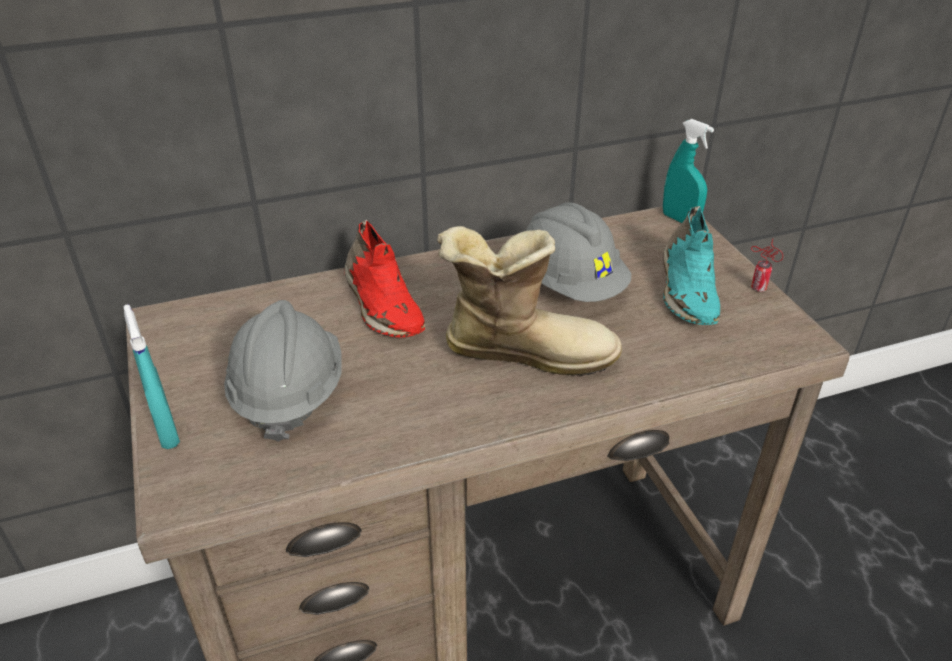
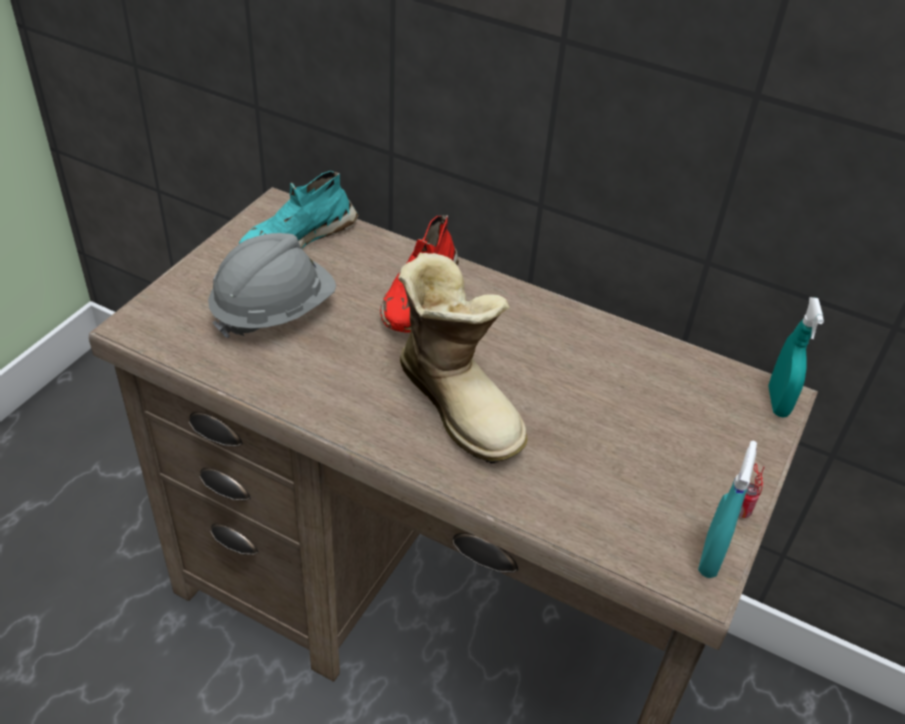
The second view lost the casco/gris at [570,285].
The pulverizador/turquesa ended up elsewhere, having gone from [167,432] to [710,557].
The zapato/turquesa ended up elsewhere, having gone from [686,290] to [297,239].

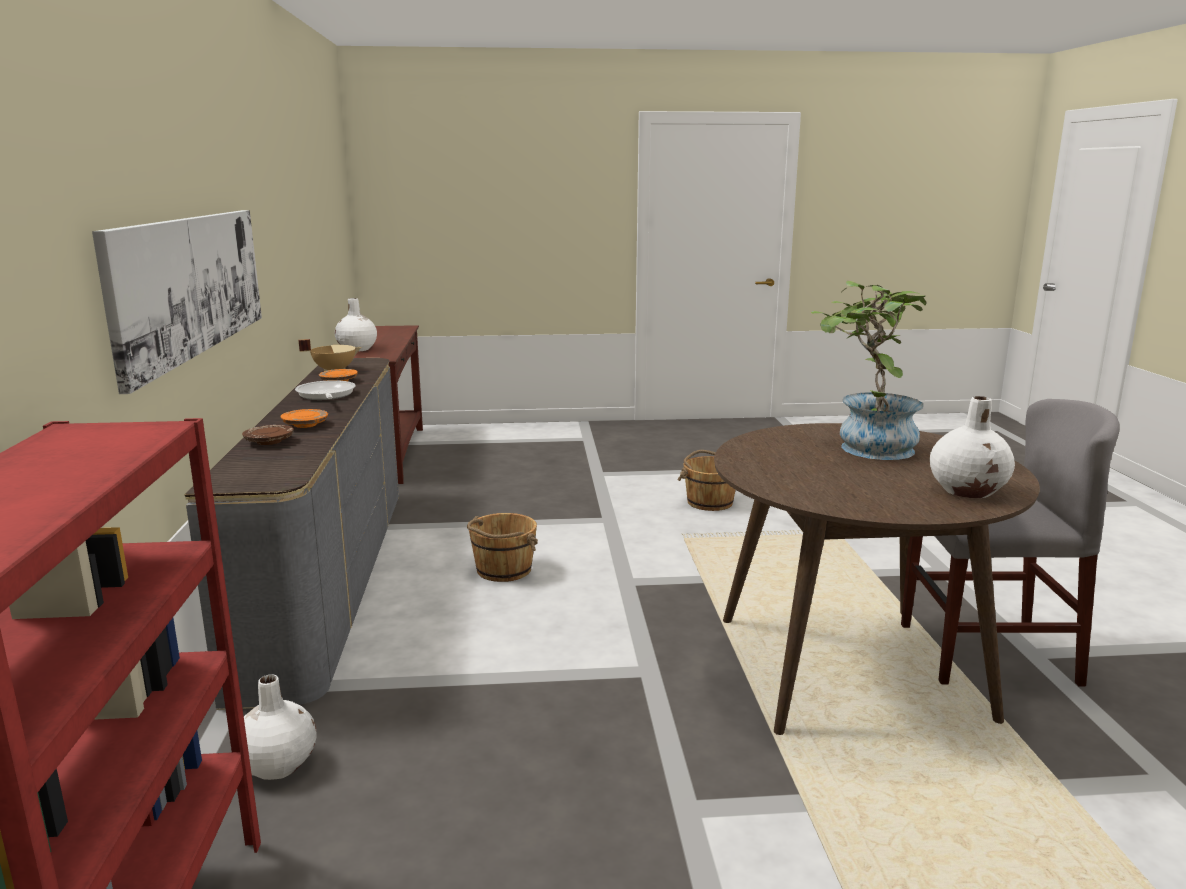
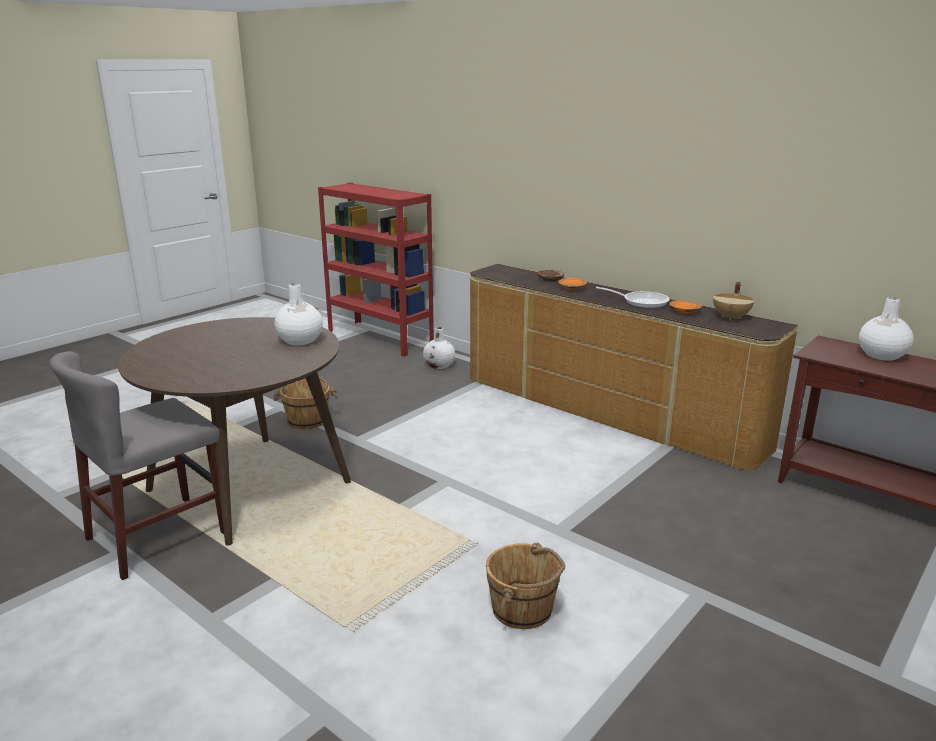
The second view lost the cuadro at [191,285].
The second view lost the planta en maceta at [865,447].
The cubo/marrón ended up elsewhere, having gone from [503,570] to [307,420].
The florero/blanco ended up elsewhere, having gone from [968,490] to [299,340].
What was the armario/gris at [331,573] turned into the armario/marrón at [604,411].

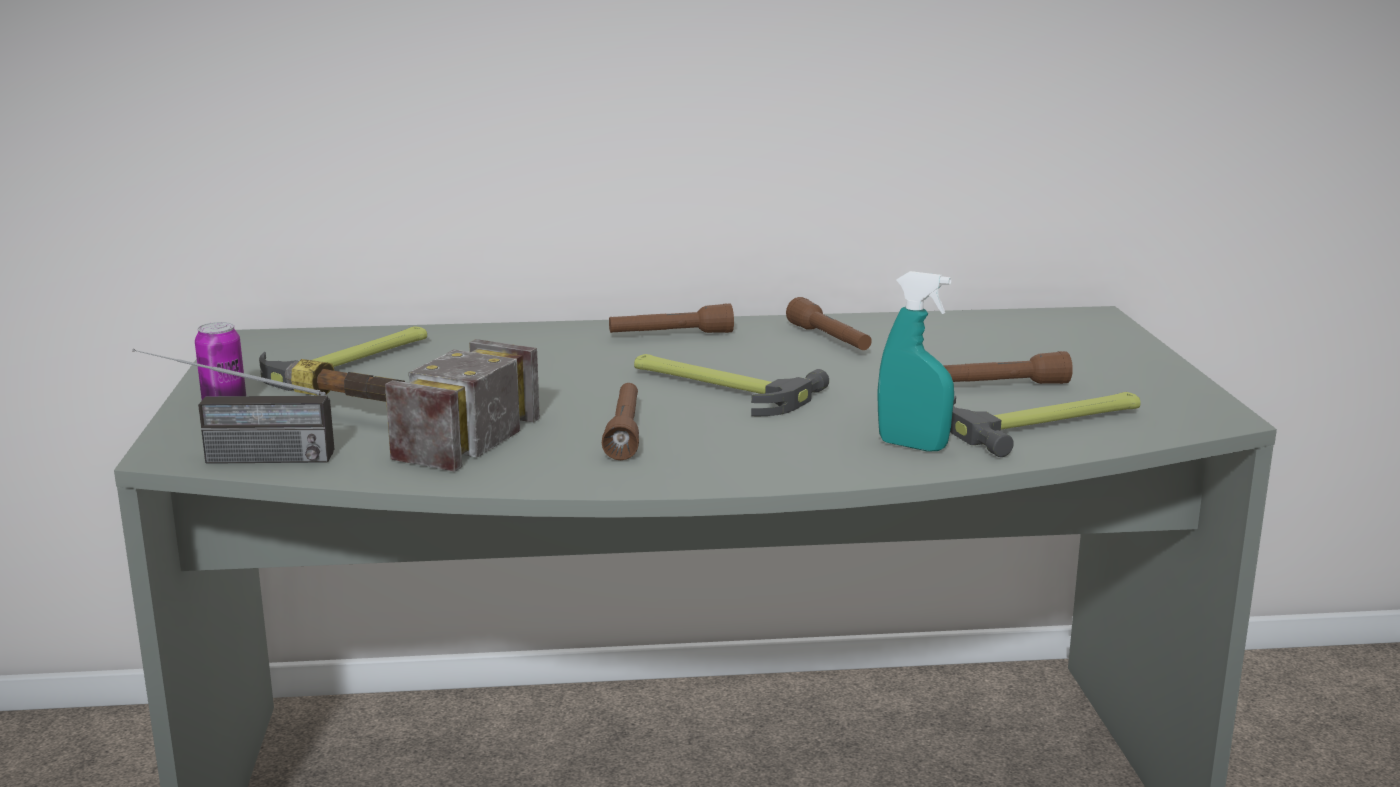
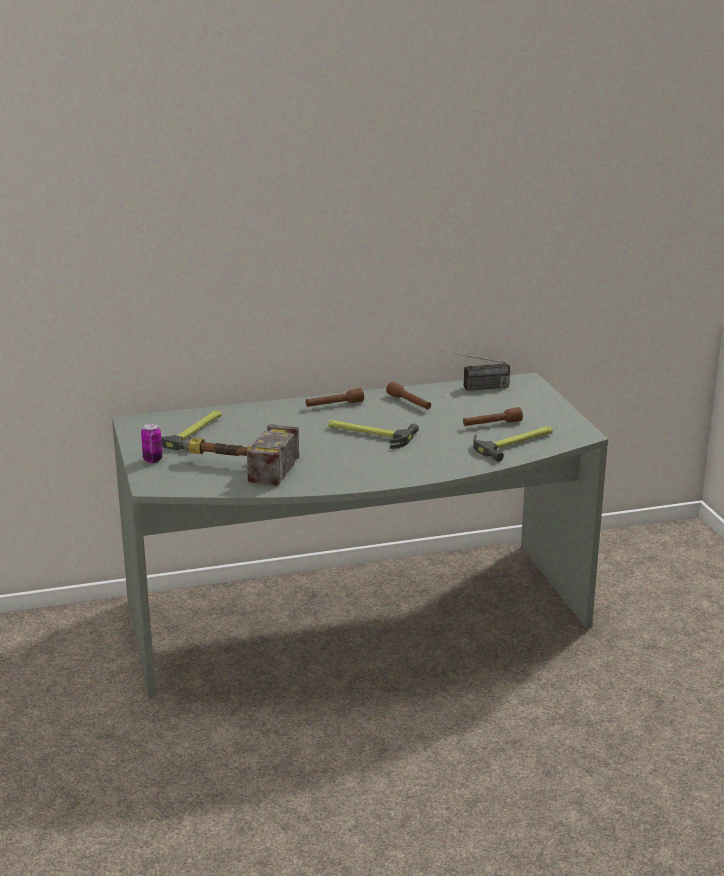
The second view lost the linterna/marrón at [624,432].
The second view lost the pulverizador/turquesa at [912,446].
The radio ended up elsewhere, having gone from [236,459] to [475,388].

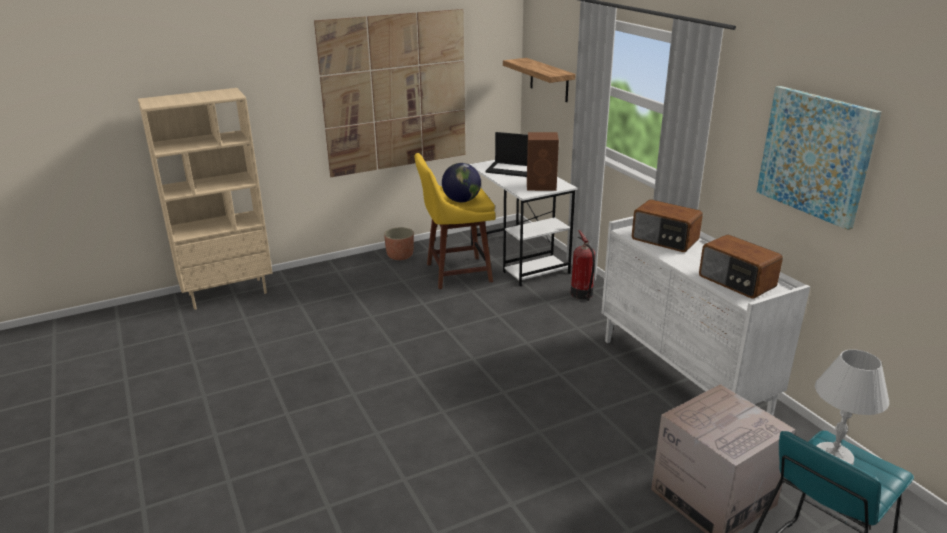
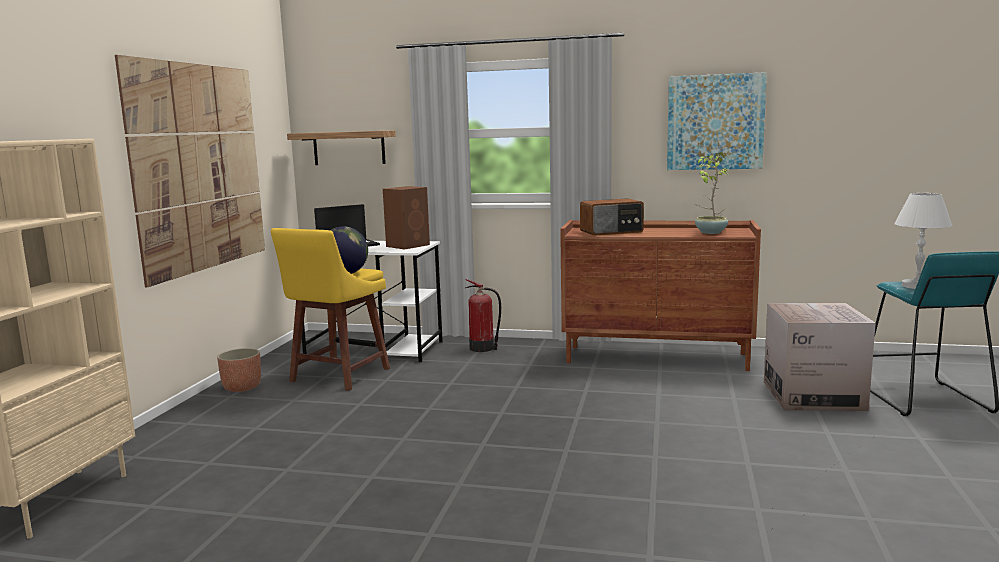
Where the radio stood at [736,282], the planta en maceta came to stand at [710,232].
What was the armario/blanco at [682,378] turned into the armario/marrón at [657,358].

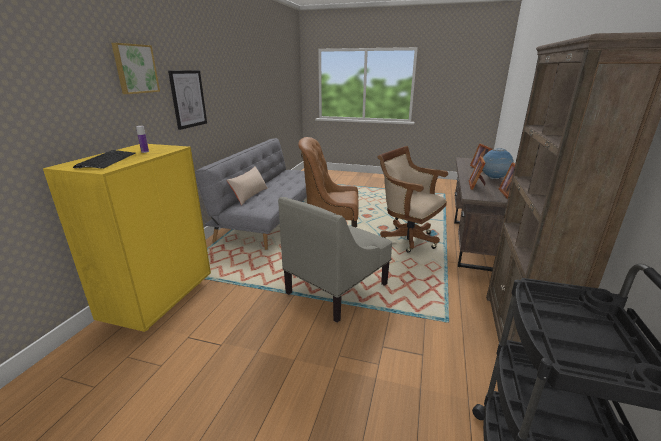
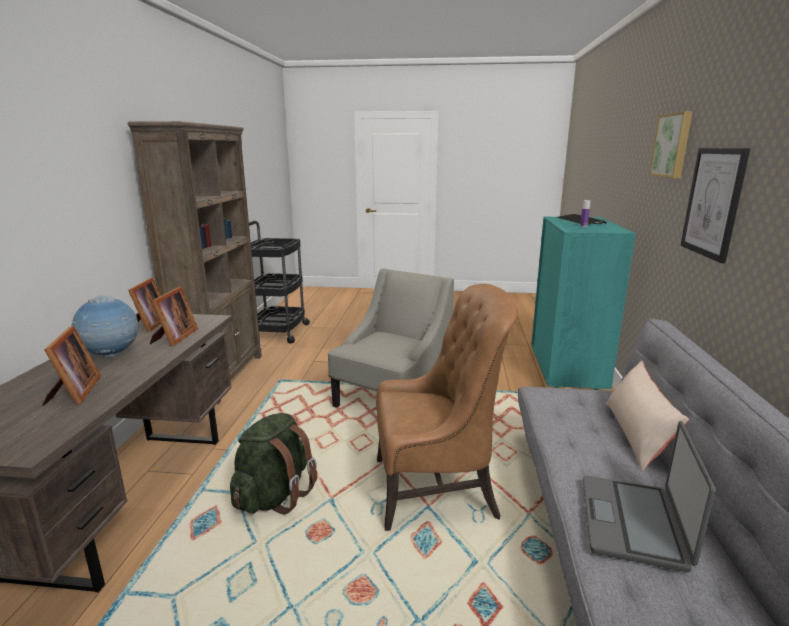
The second view gained the portátil at [633,522].
Where the silla de oficina stood at [406,239], the mochila/verde came to stand at [274,496].
What was the armario/amarillo at [159,300] turned into the armario/turquesa at [567,372].

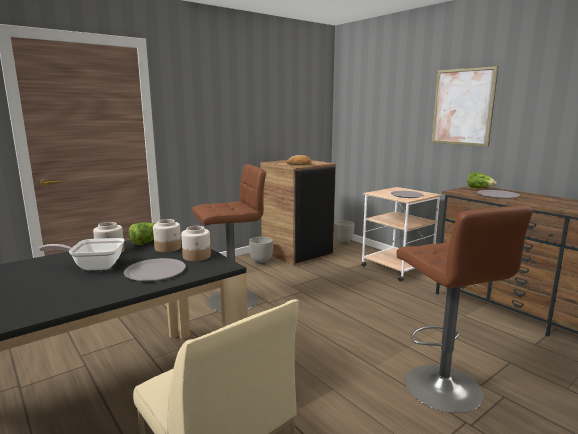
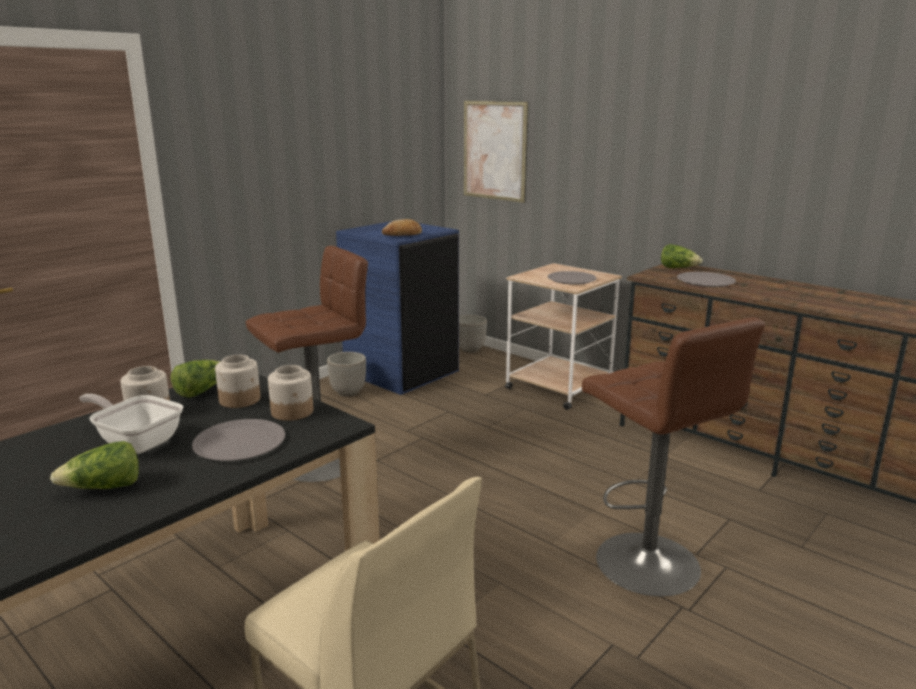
The second view gained the lechuga at [104,488].
The cuadro ended up elsewhere, having gone from [462,107] to [494,151].
What was the armario/marrón at [297,252] turned into the armario/azul at [402,372].
The sartén at [94,266] ended up facing another way, 45 degrees clockwise from before.

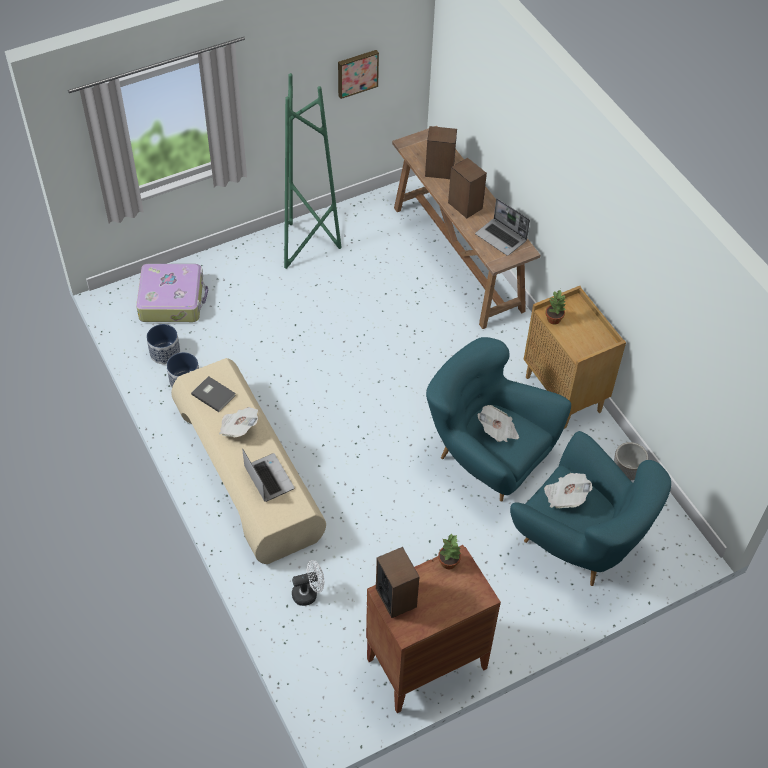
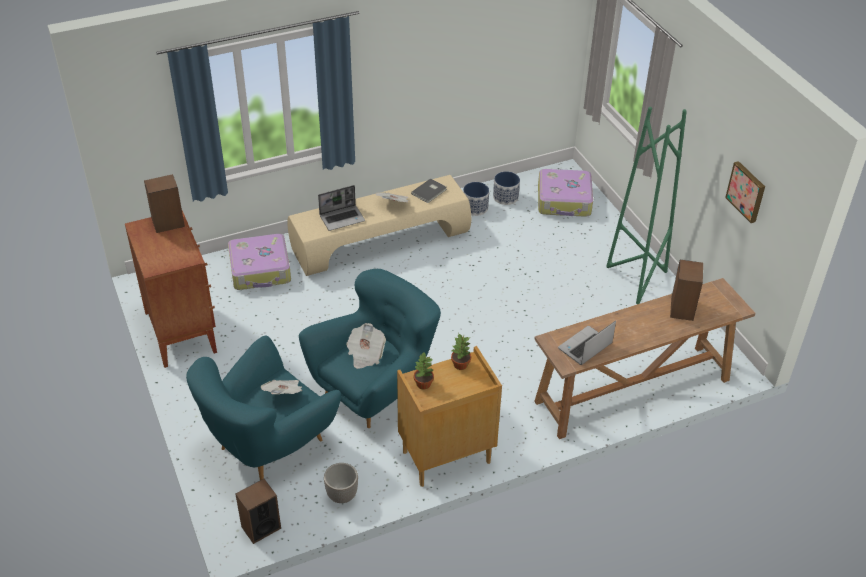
The planta en maceta ended up elsewhere, having gone from [449,562] to [423,384].
The altavoz ended up elsewhere, having gone from [465,206] to [261,527].
Where the ventilador/blanco stood at [308,593], the maleta came to stand at [261,270].

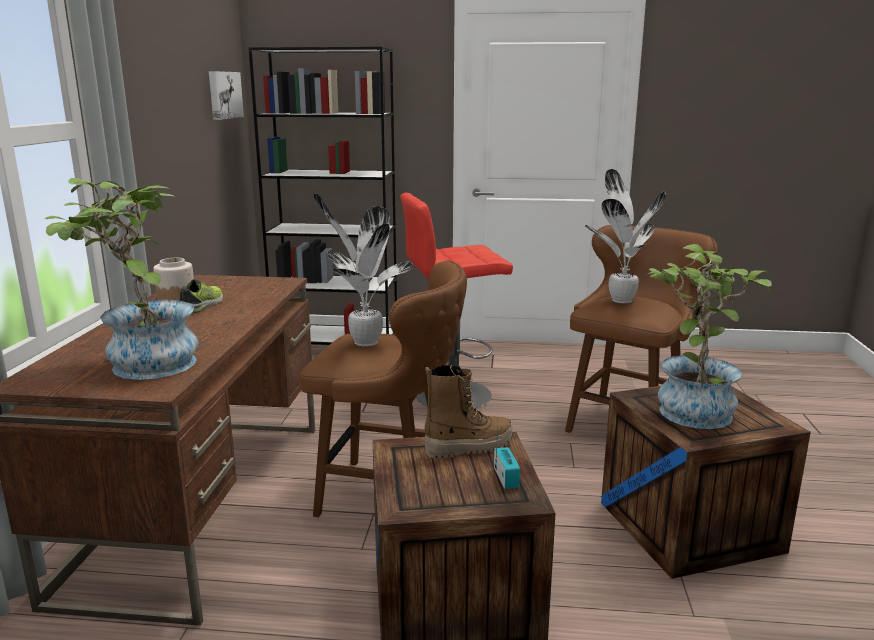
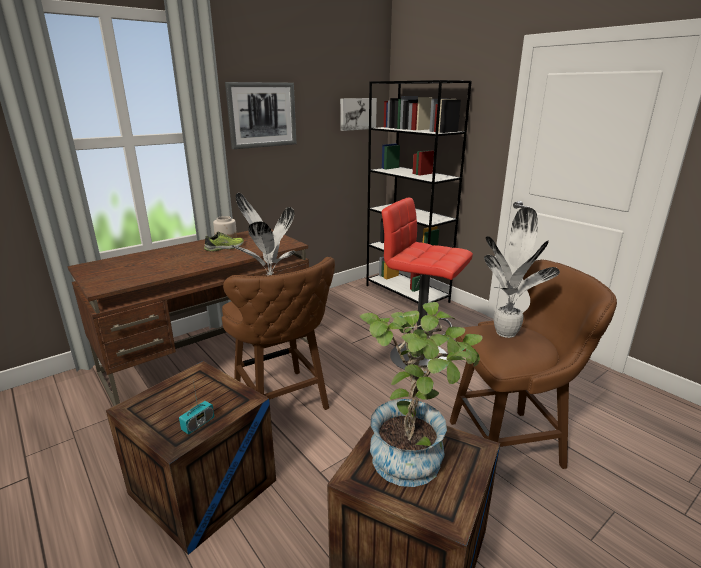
The second view lost the planta en maceta at [140,364].
The second view lost the bota at [469,447].
The second view gained the cuadro at [262,115].

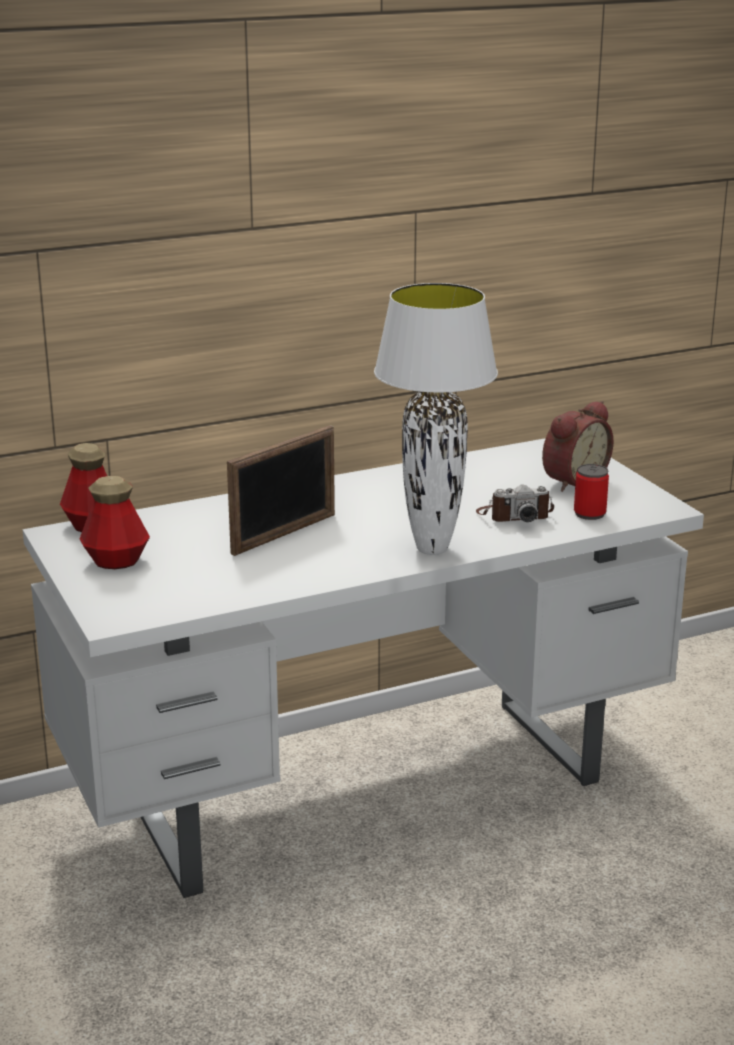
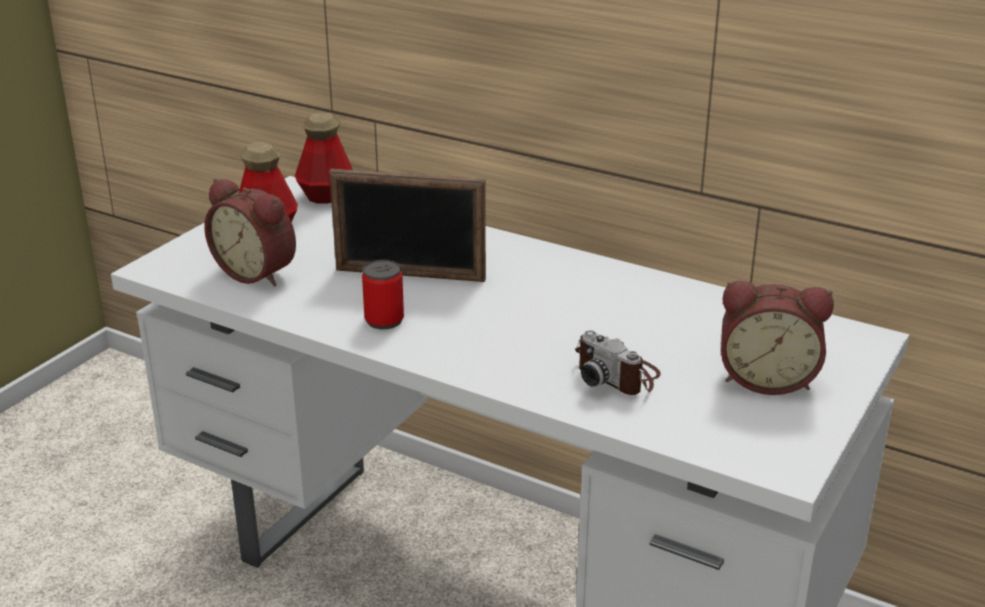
The second view lost the lámpara de mesa/blanco at [431,549].
The second view gained the despertador at [258,272].
The lata ended up elsewhere, having gone from [589,514] to [384,320].

